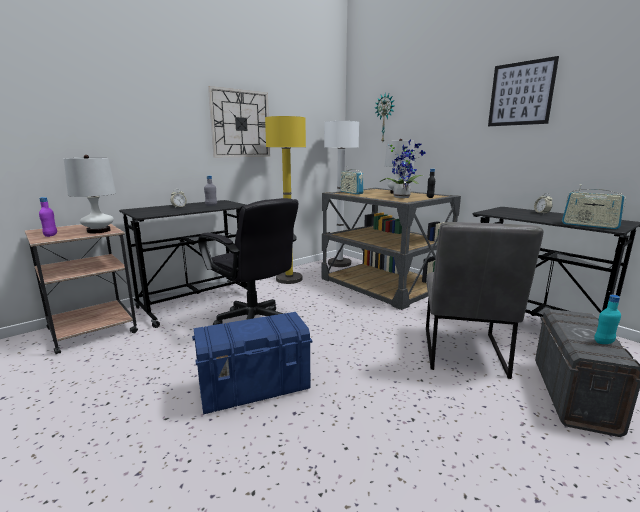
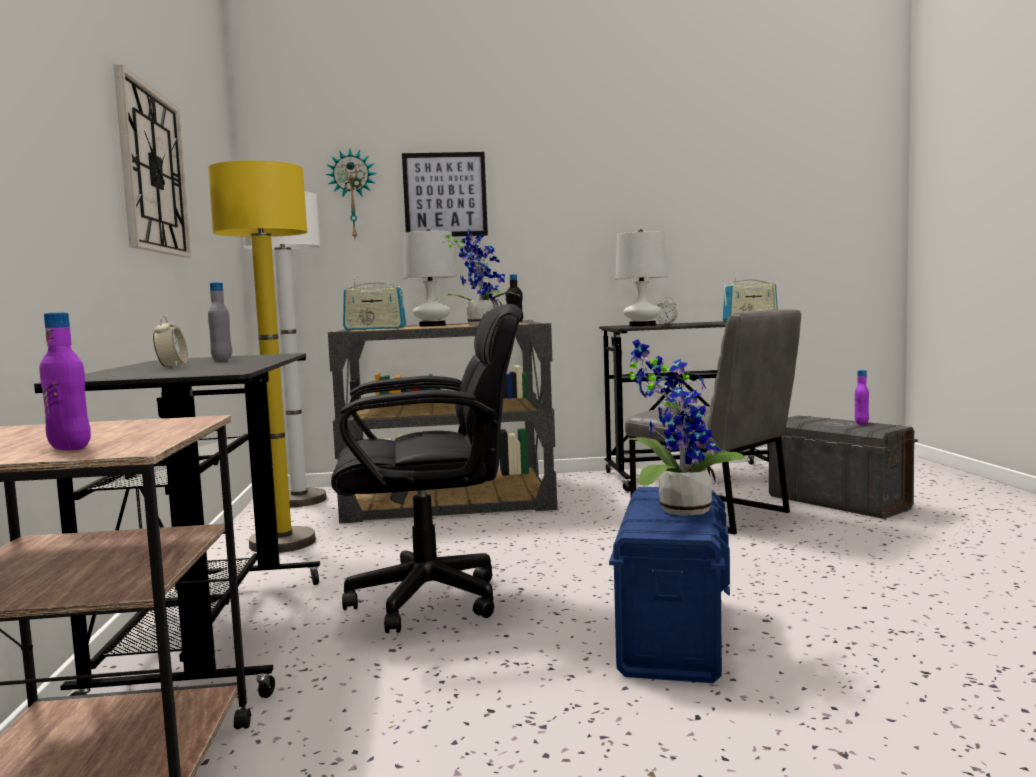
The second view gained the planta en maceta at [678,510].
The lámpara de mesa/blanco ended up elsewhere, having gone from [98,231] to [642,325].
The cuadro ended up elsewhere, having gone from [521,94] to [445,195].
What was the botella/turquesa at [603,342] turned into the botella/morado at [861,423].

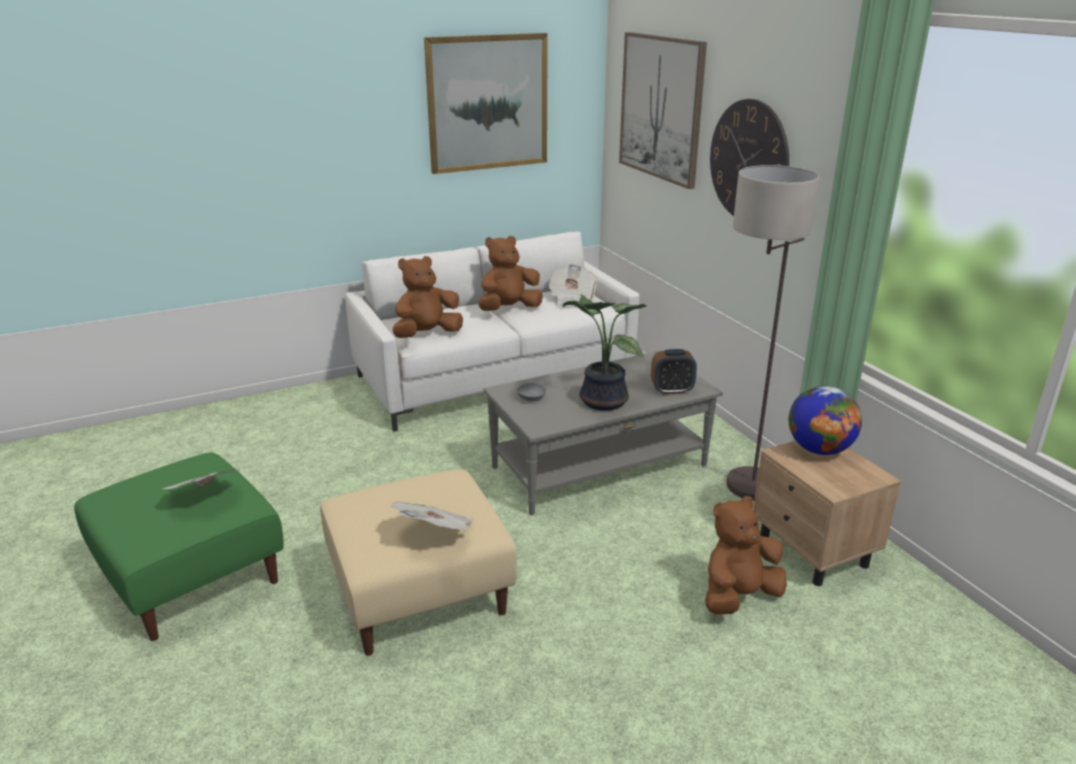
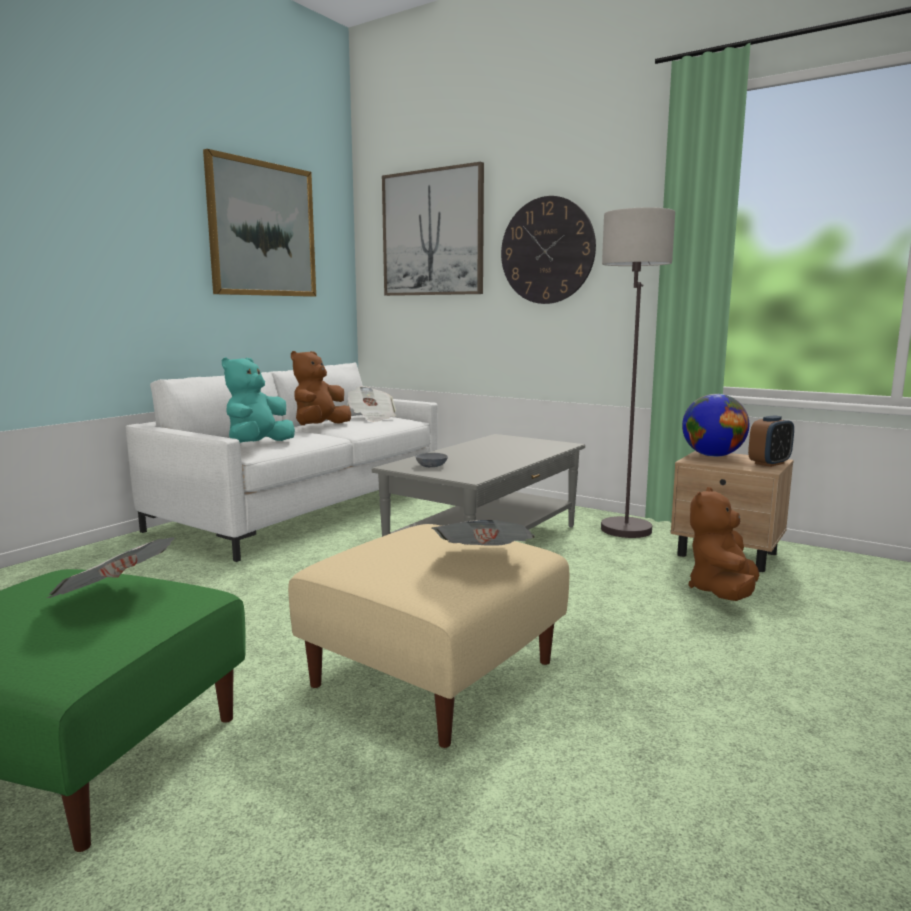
The second view lost the planta en maceta at [600,401].
The despertador ended up elsewhere, having gone from [672,390] to [769,463].
What was the peluche/marrón at [427,334] turned into the peluche/turquesa at [258,445].

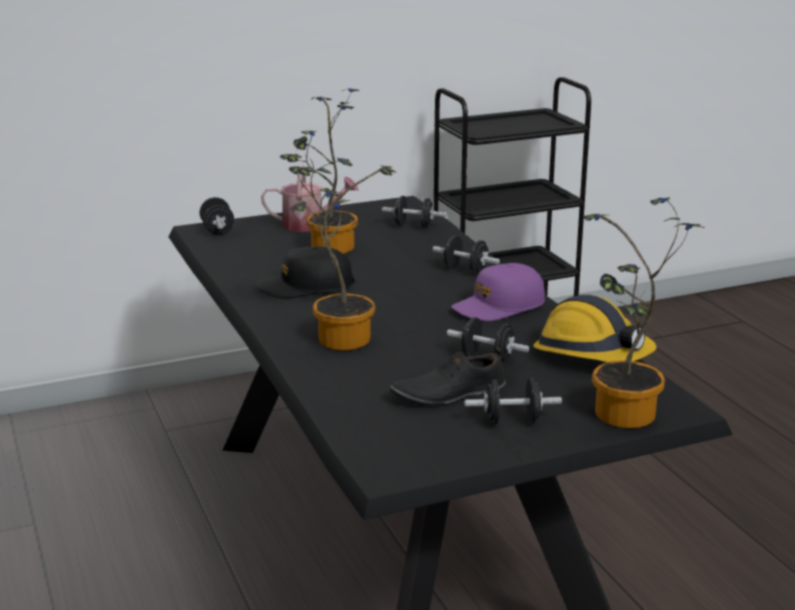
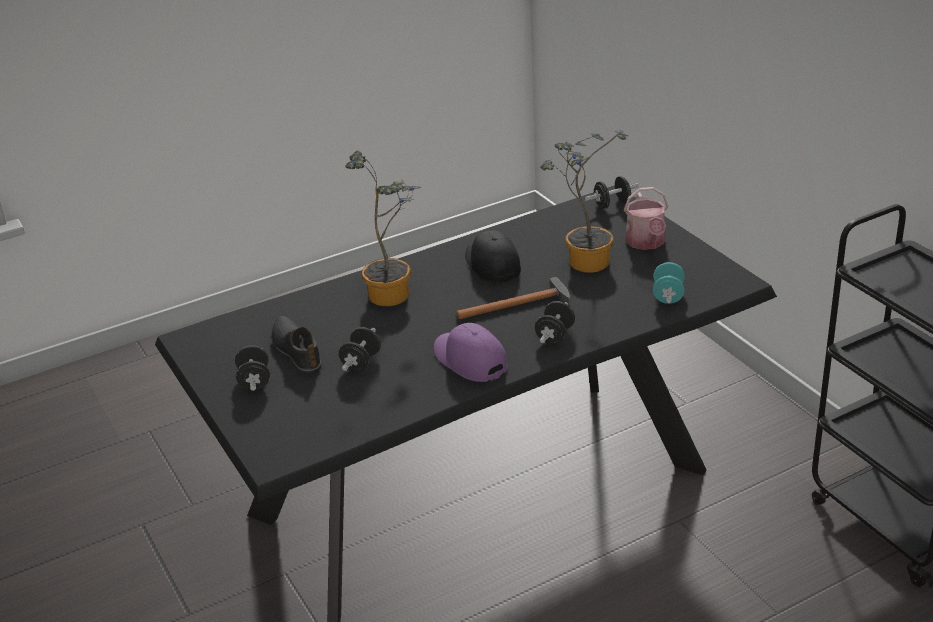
The second view lost the casco at [592,354].
The second view lost the planta en maceta at [623,419].
The second view gained the martillo at [518,304].
What was the mancuerna/negro at [413,226] turned into the mancuerna/turquesa at [668,296].

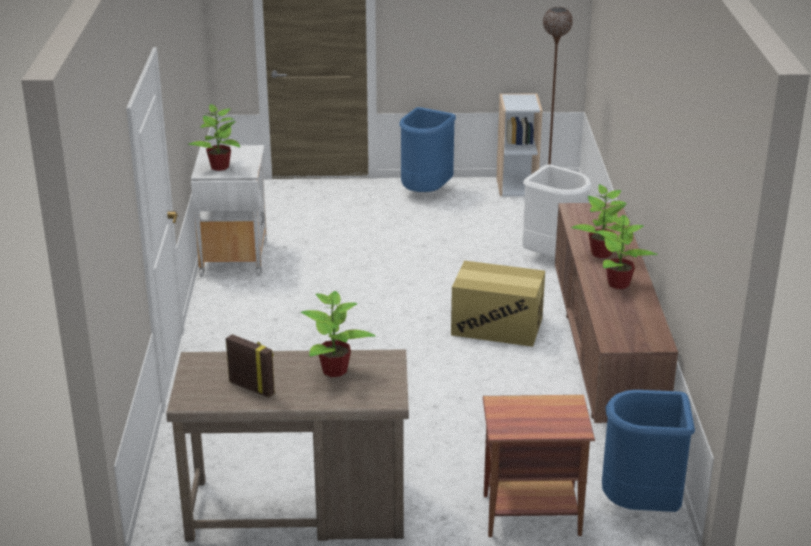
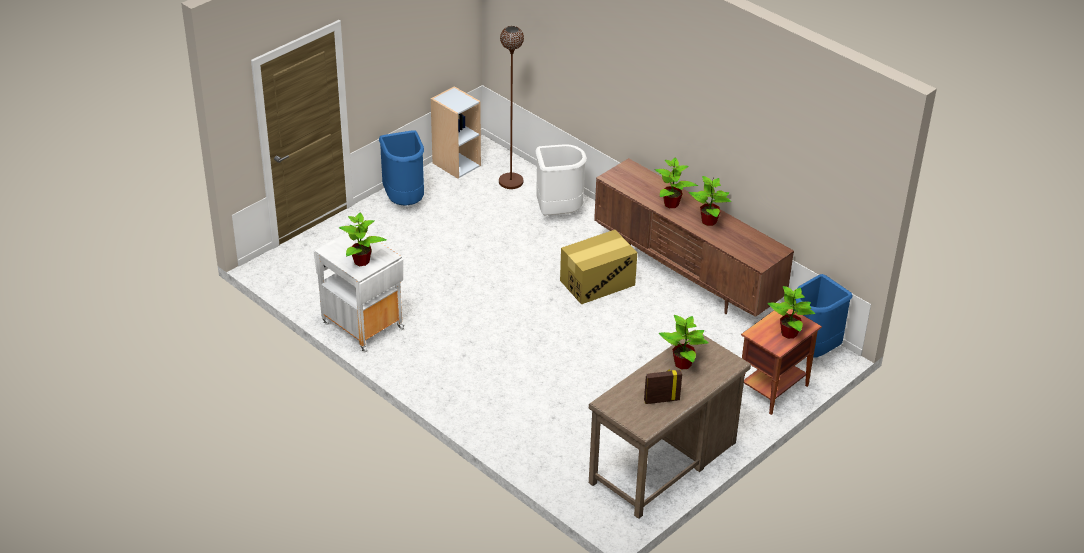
The second view gained the planta en maceta at [789,333].

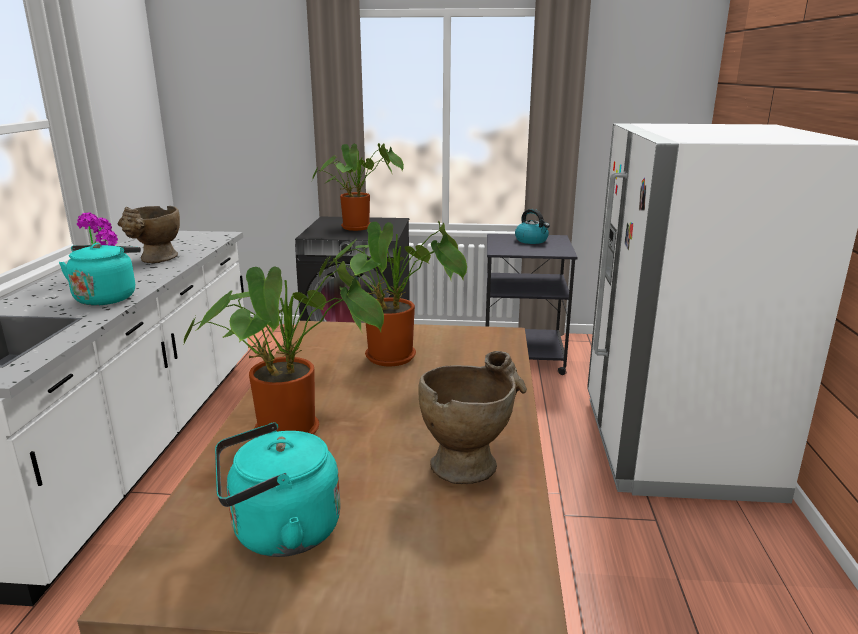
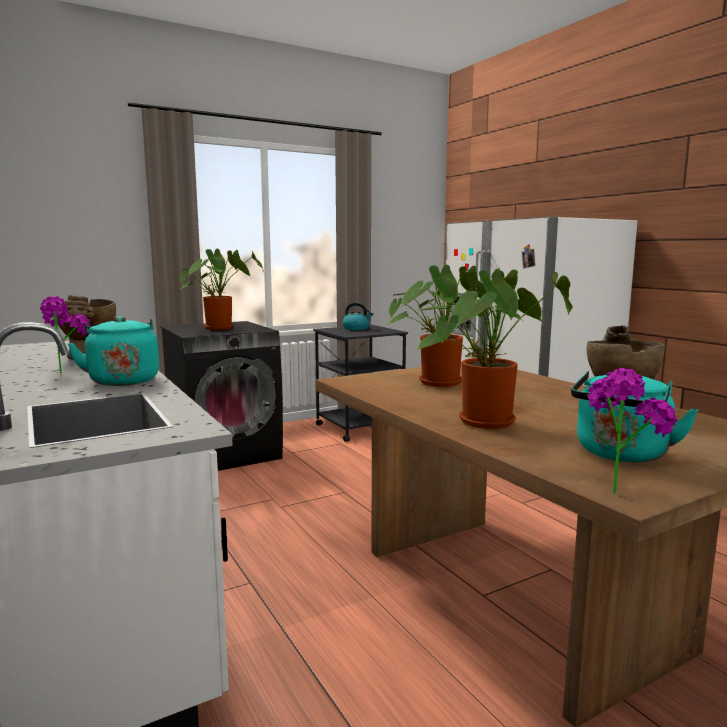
The second view gained the planta en maceta at [618,488].

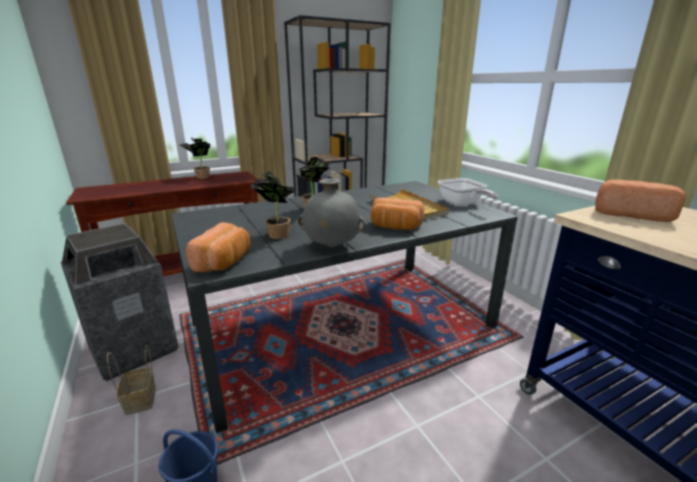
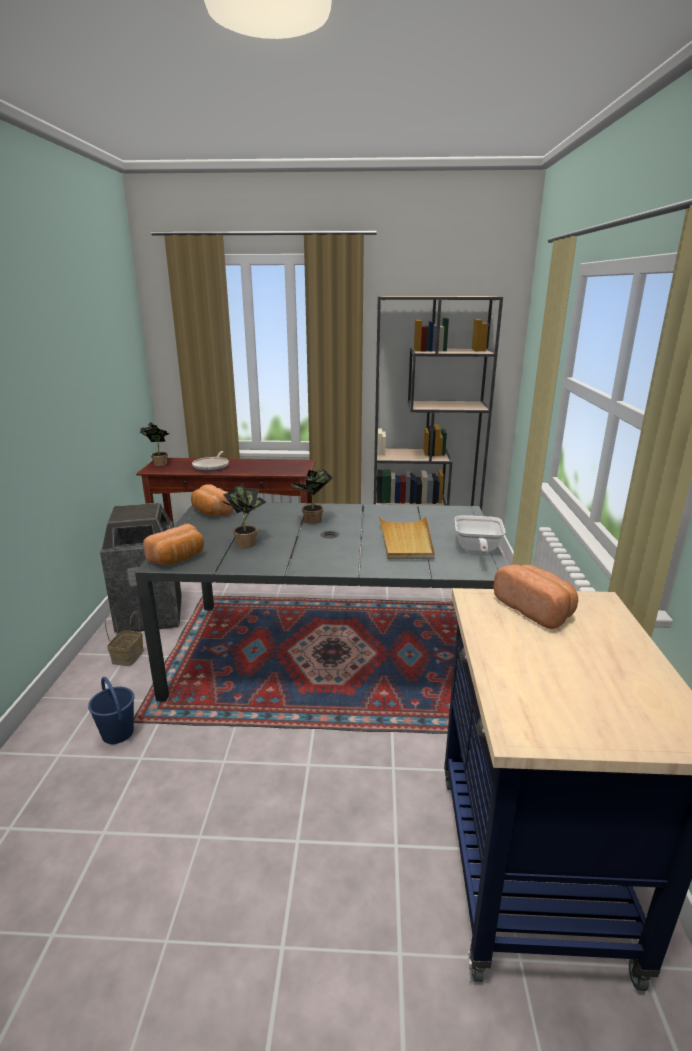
The second view lost the florero/gris at [331,247].
The second view gained the sartén at [212,466].
The planta en maceta ended up elsewhere, having gone from [201,177] to [158,463].
The pan ended up elsewhere, having gone from [395,227] to [211,512].

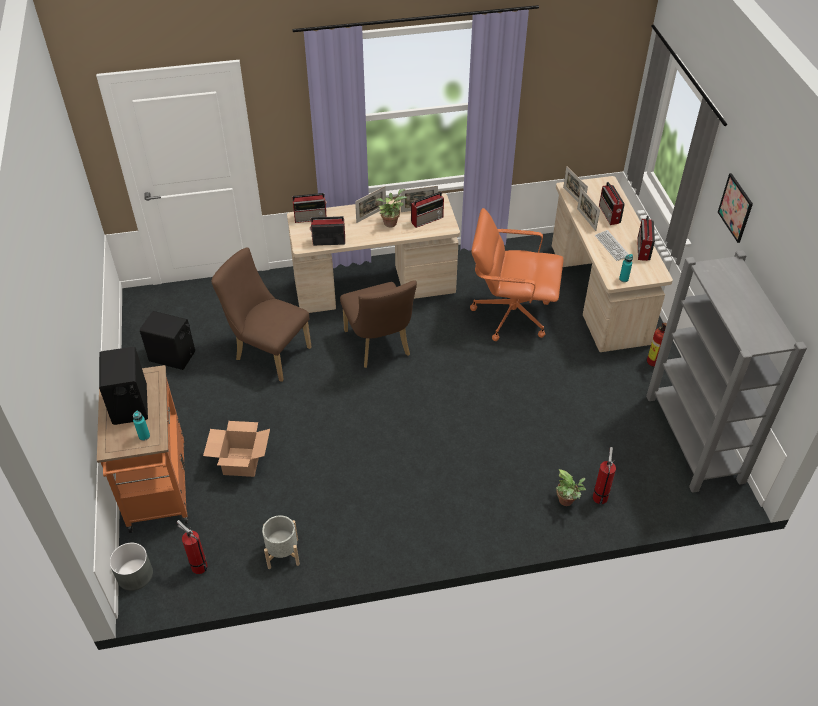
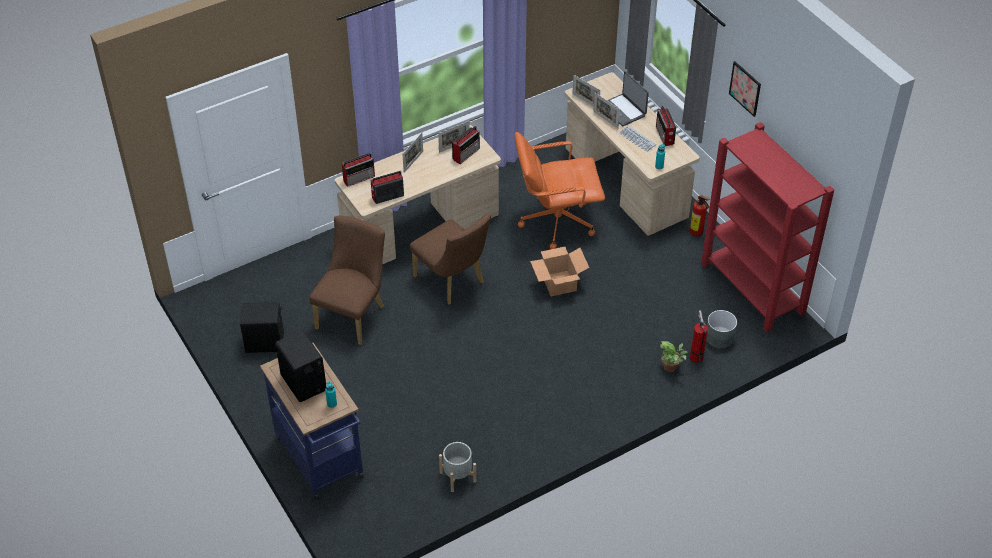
The second view lost the extintor at [197,565].
The second view lost the planta en maceta at [391,222].
The maceta/gris ended up elsewhere, having gone from [134,574] to [719,337].
The caja de cartón ended up elsewhere, having gone from [242,462] to [559,284].
Where the radio stood at [609,215], the portátil came to stand at [623,110].
What was the carrito/naranja at [158,490] turned into the carrito/azul at [320,459].
What was the estantería/gris at [694,438] turned into the estantería/rojo at [753,288].
The silla/marrón at [268,352] ended up facing another way, 105 degrees clockwise from before.

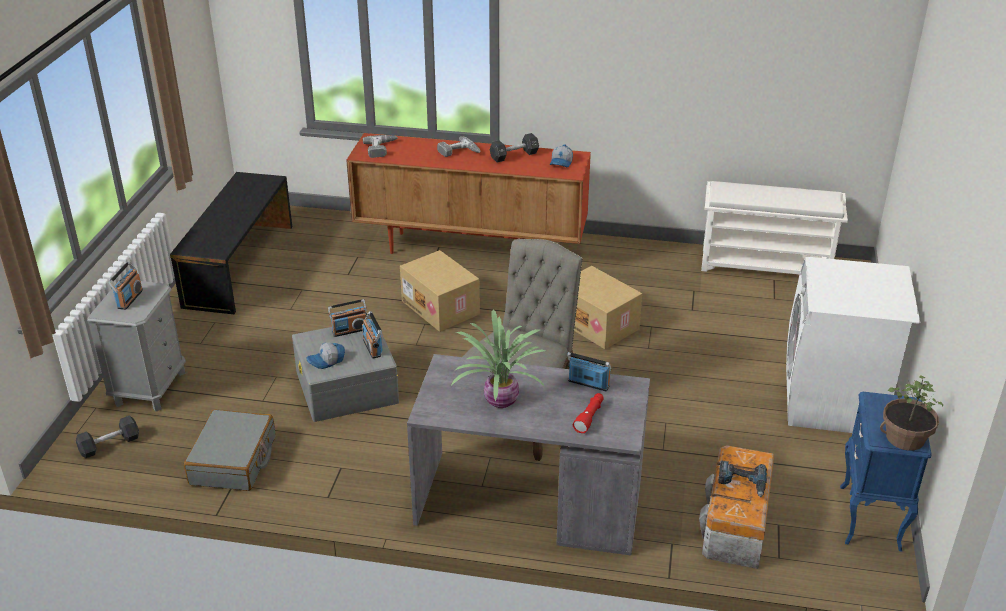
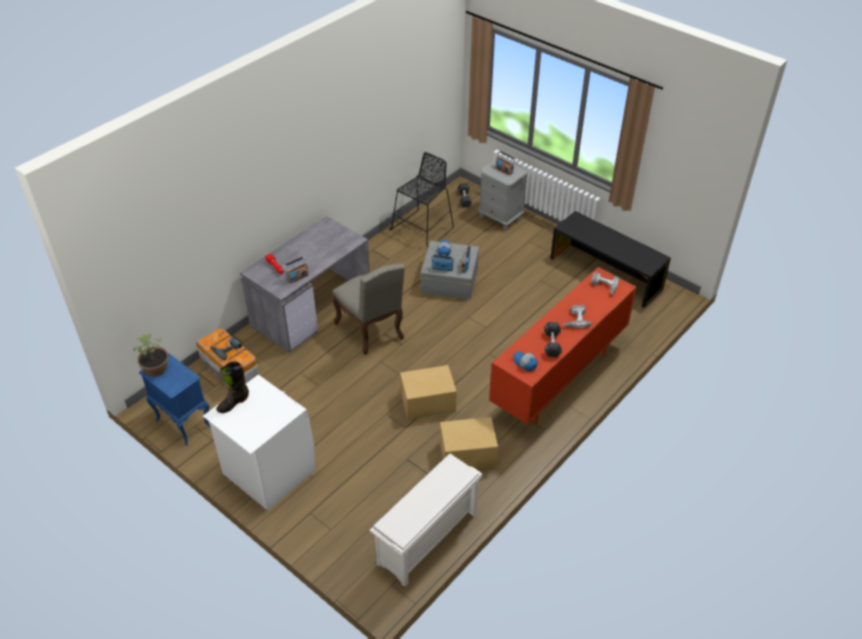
The second view lost the planta en maceta at [500,400].
The second view gained the bota/negro at [233,403].
The caja de cartón ended up elsewhere, having gone from [441,307] to [467,455].
Where the maleta/gris stood at [233,461], the taburete/negro came to stand at [422,230].

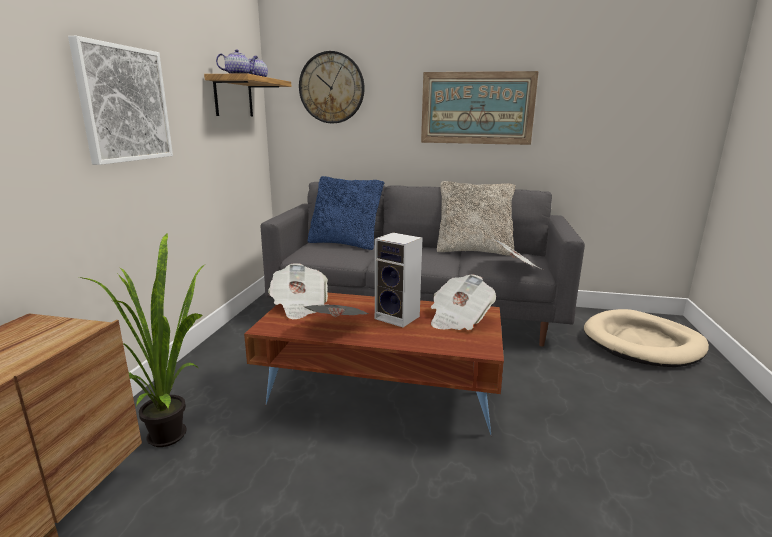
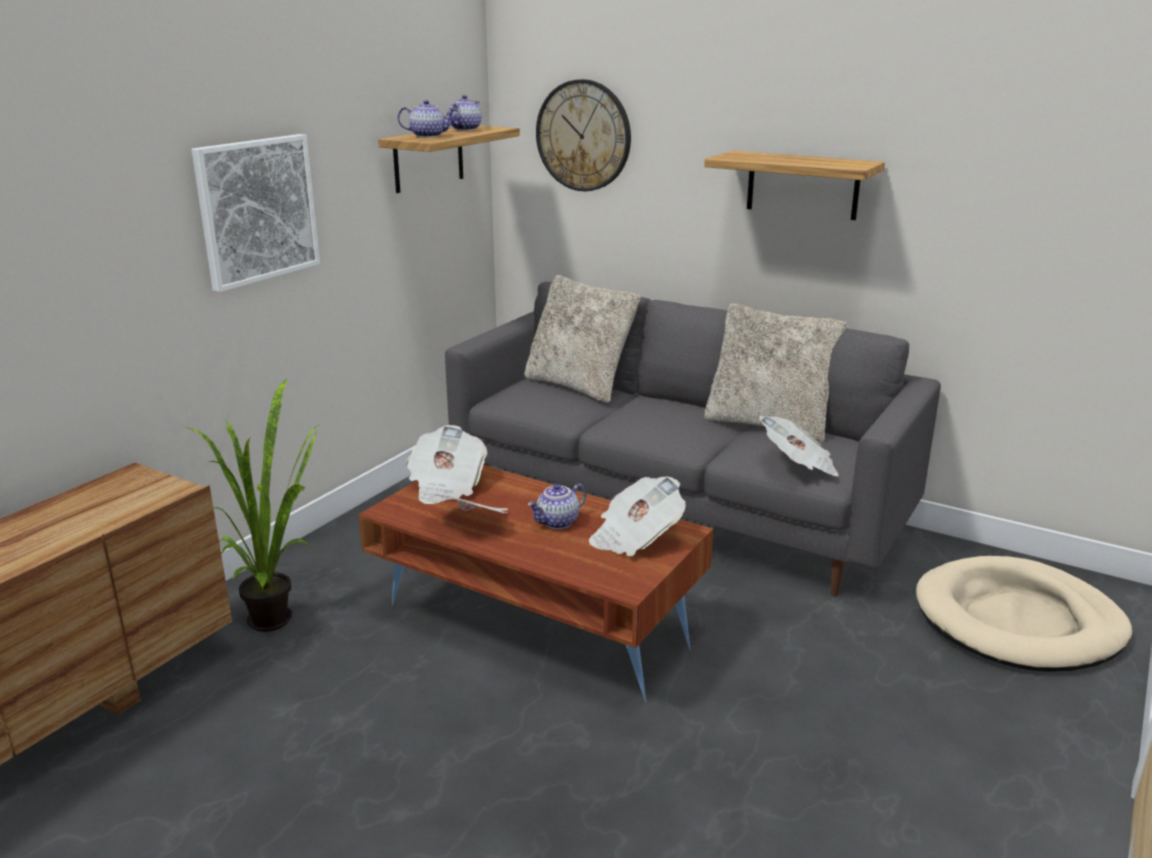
Where the altavoz stood at [399,318], the tetera came to stand at [558,523].
Where the cuadro hung at [477,108], the estante came to hang at [802,185].
What was the cojín/azul at [345,242] turned into the cojín/beis at [579,383].

